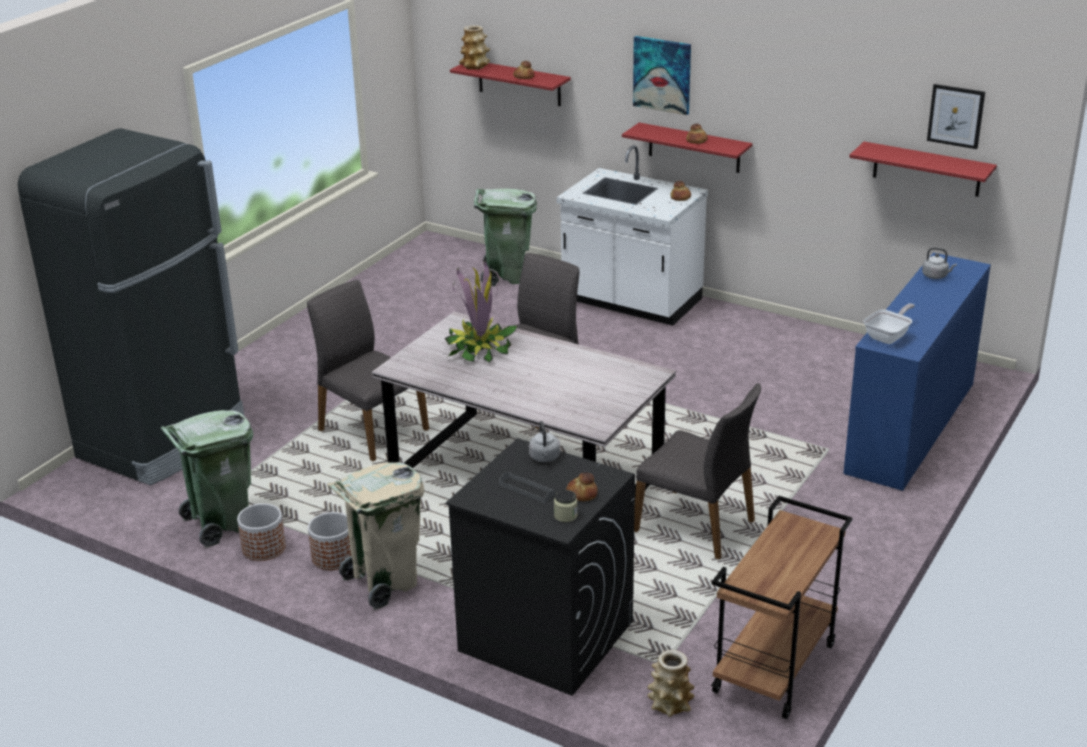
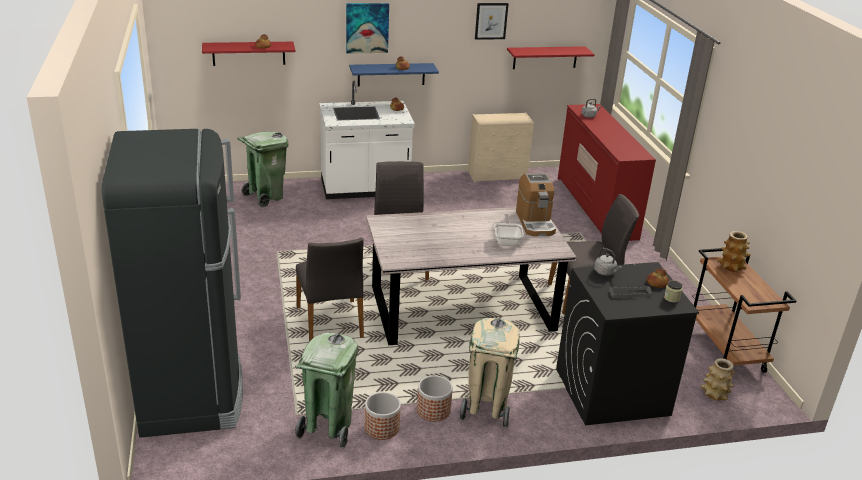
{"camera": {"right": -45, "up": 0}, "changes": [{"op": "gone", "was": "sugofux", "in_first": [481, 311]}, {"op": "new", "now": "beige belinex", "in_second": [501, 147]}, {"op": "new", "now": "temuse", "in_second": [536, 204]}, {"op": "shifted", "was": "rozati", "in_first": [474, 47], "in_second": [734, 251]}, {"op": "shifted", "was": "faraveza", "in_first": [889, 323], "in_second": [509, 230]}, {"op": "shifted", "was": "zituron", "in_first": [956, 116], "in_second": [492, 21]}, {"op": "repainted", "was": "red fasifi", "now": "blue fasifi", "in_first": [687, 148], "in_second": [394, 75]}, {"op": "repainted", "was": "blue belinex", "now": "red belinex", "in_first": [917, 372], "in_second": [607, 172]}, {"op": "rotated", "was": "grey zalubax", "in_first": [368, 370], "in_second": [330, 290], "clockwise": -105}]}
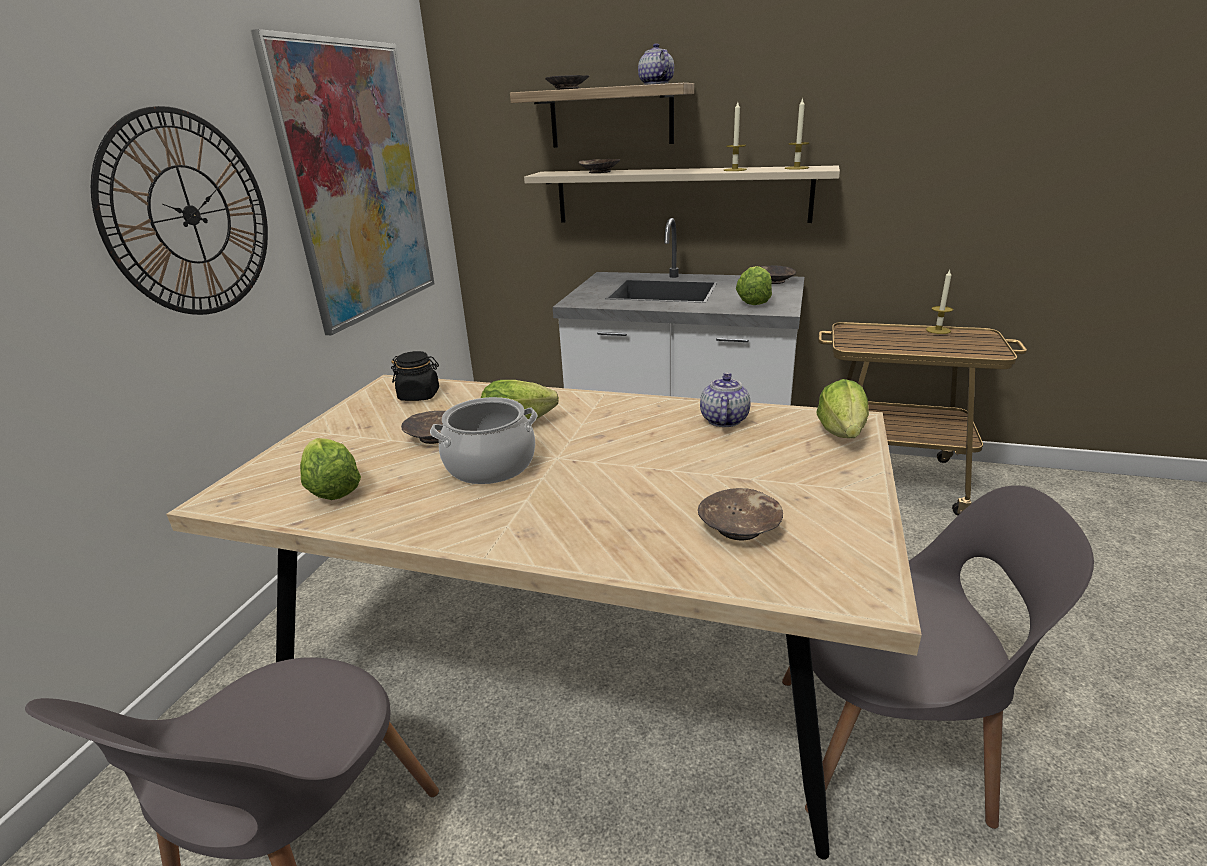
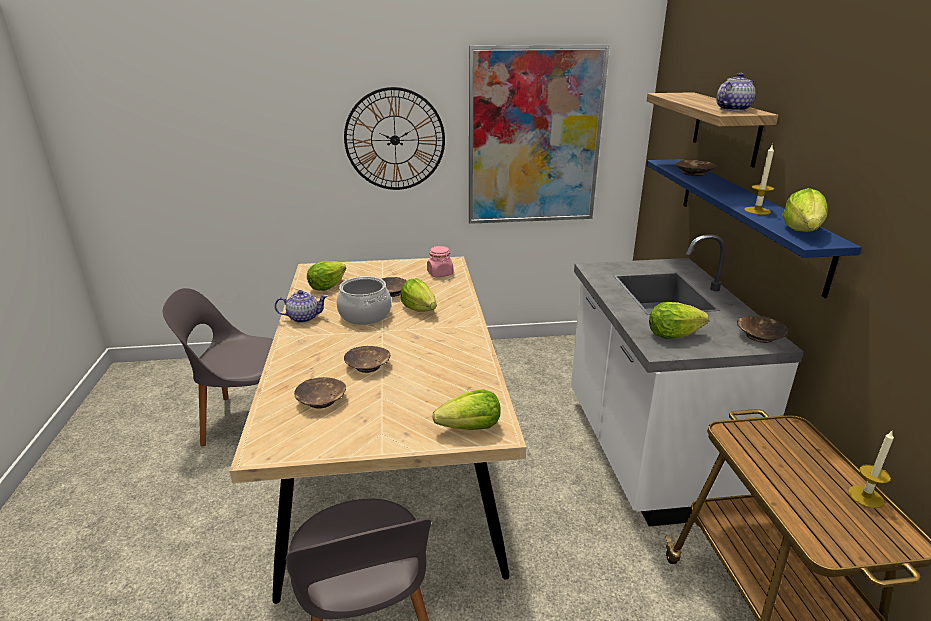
{"camera": {"right": 65, "up": 0}, "changes": [{"op": "shifted", "was": "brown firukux", "in_first": [567, 82], "in_second": [367, 359]}, {"op": "shifted", "was": "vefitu", "in_first": [725, 400], "in_second": [301, 306]}, {"op": "swapped", "was": "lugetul", "now": "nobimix", "in_first": [797, 133], "in_second": [805, 210]}, {"op": "repainted", "was": "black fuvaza", "now": "pink fuvaza", "in_first": [415, 376], "in_second": [440, 261]}, {"op": "repainted", "was": "beige fasifi", "now": "blue fasifi", "in_first": [682, 194], "in_second": [754, 228]}]}
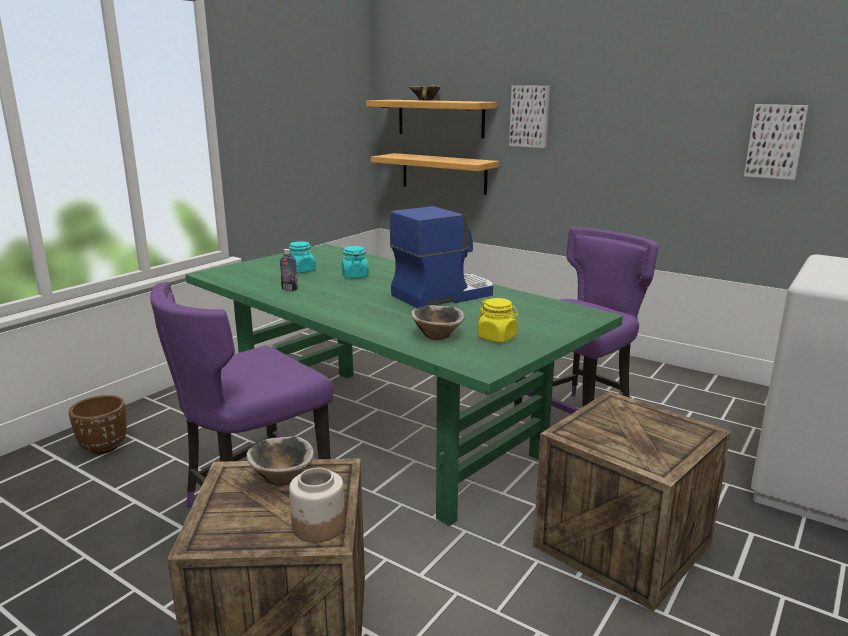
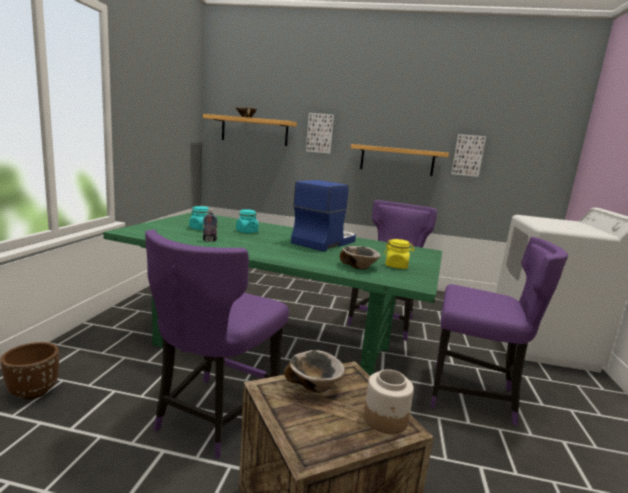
{"camera": {"right": -25, "up": -5}, "changes": [{"op": "shifted", "was": "fasifi", "in_first": [435, 174], "in_second": [400, 160]}, {"op": "swapped", "was": "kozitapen", "now": "purple zalubax", "in_first": [632, 501], "in_second": [499, 331]}]}
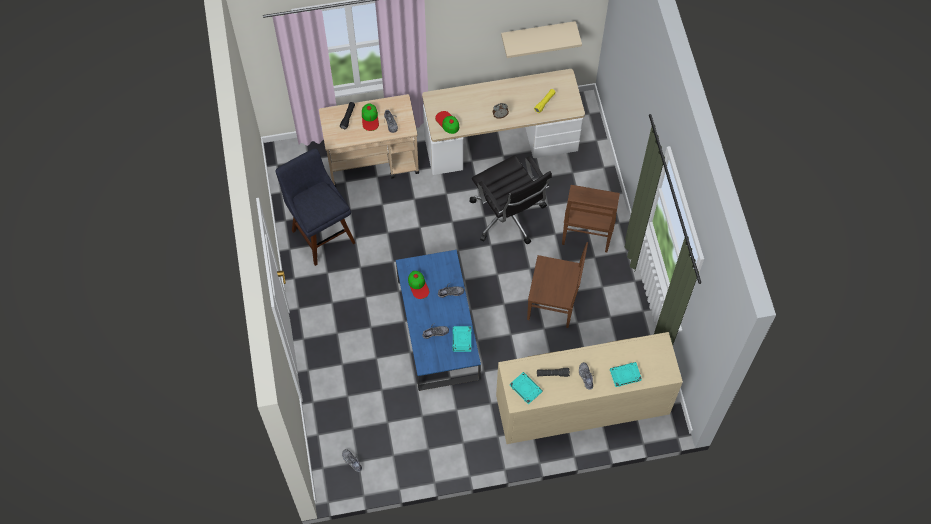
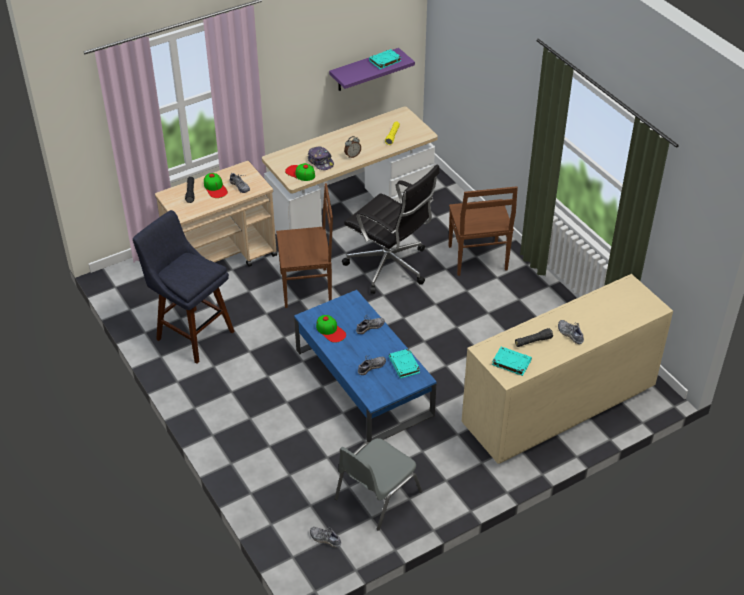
{"camera": {"right": -20, "up": -20}, "changes": [{"op": "new", "now": "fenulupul", "in_second": [320, 158]}, {"op": "new", "now": "grey zalubax", "in_second": [378, 484]}, {"op": "shifted", "was": "brown zalubax", "in_first": [557, 285], "in_second": [304, 245]}, {"op": "shifted", "was": "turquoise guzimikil", "in_first": [626, 374], "in_second": [385, 59]}, {"op": "repainted", "was": "beige fasifi", "now": "purple fasifi", "in_first": [541, 39], "in_second": [372, 69]}]}
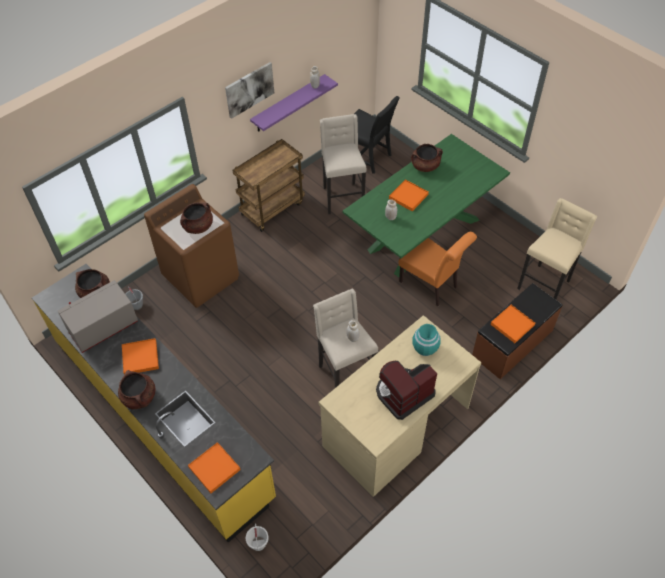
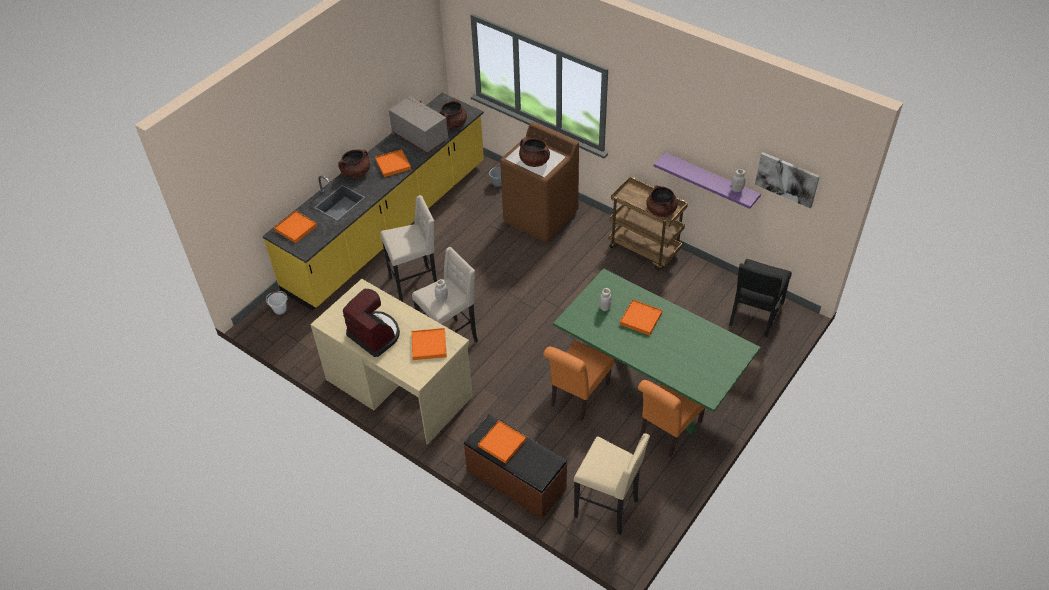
{"camera": {"right": 80, "up": -5}, "changes": [{"op": "new", "now": "orange zalubax", "in_second": [671, 419]}, {"op": "shifted", "was": "zituron", "in_first": [249, 90], "in_second": [787, 180]}, {"op": "shifted", "was": "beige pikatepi", "in_first": [343, 164], "in_second": [408, 248]}, {"op": "shifted", "was": "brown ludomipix", "in_first": [427, 158], "in_second": [662, 201]}, {"op": "swapped", "was": "turquoise rozati", "now": "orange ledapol", "in_first": [426, 340], "in_second": [429, 344]}]}
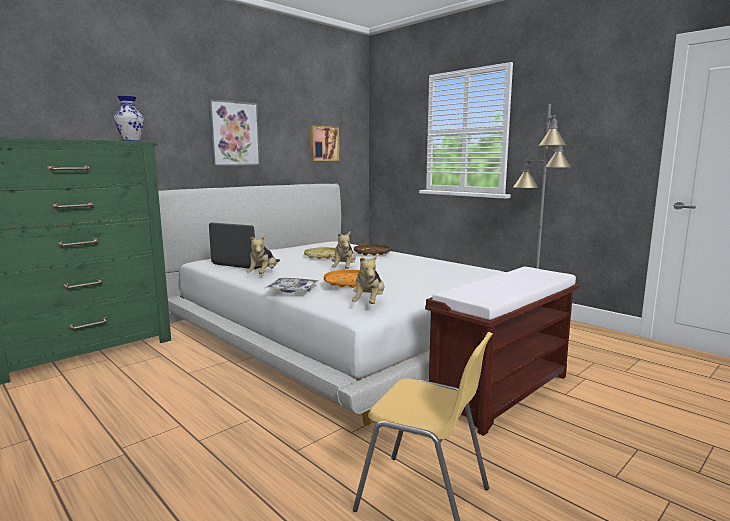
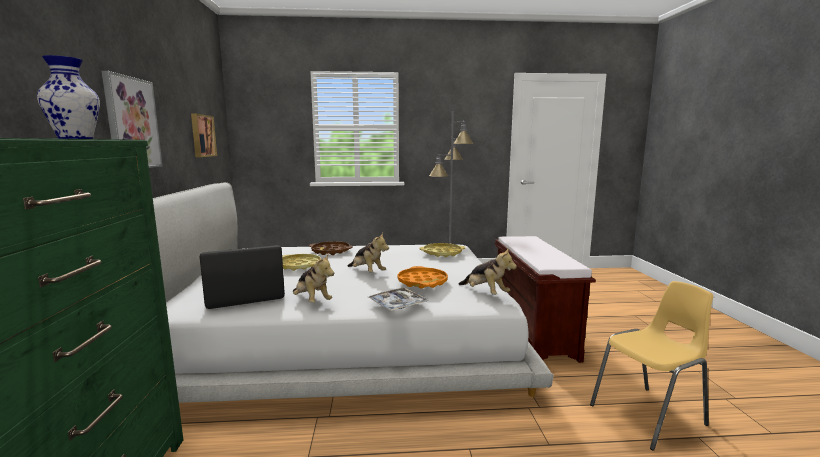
{"camera": {"right": -50, "up": 0}, "changes": [{"op": "new", "now": "yellow ledapol", "in_second": [442, 250]}]}
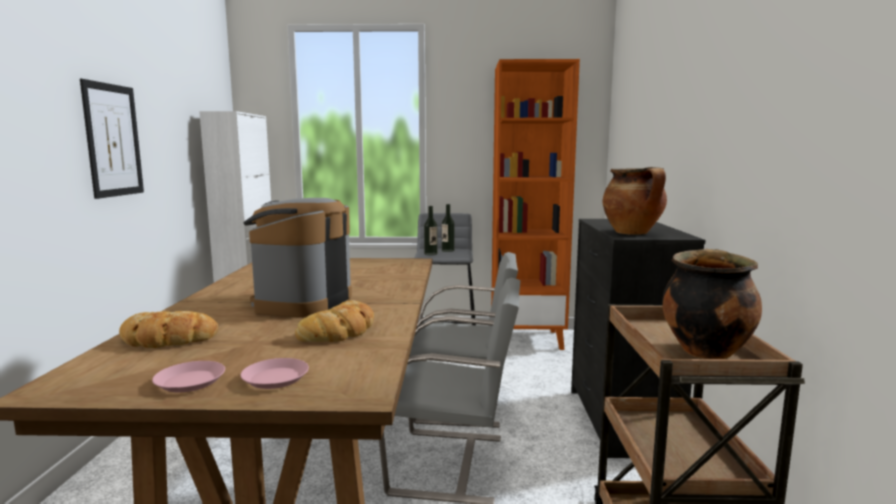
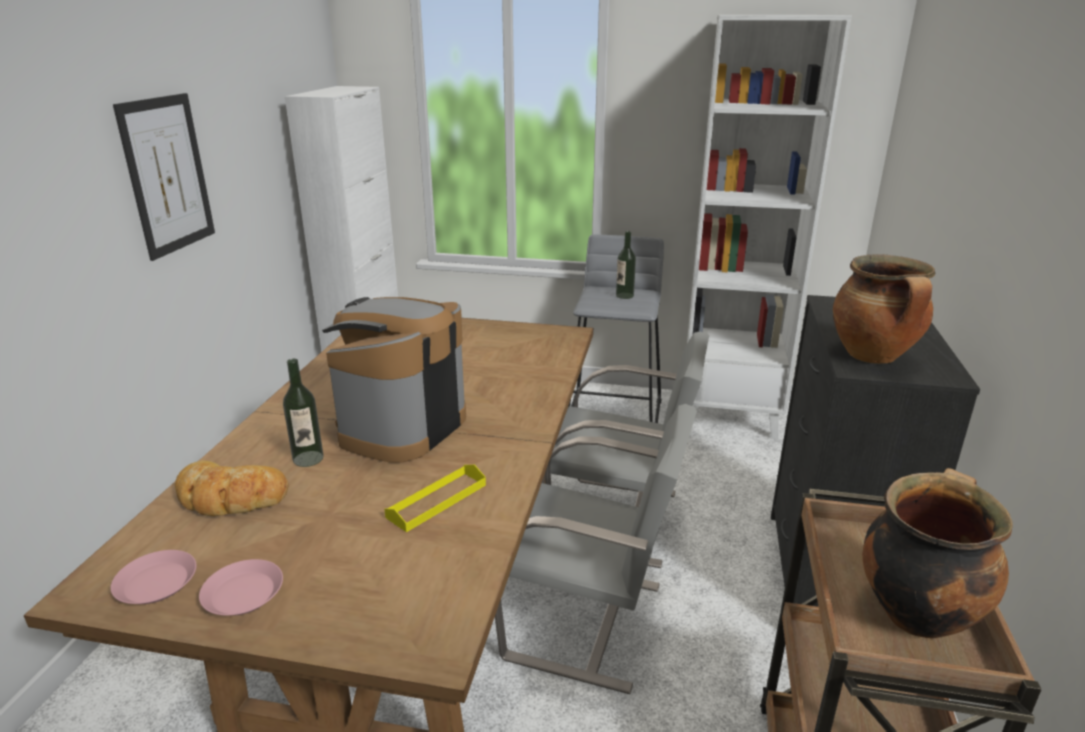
{"camera": {"right": 10, "up": 15}, "changes": [{"op": "shifted", "was": "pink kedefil", "in_first": [274, 373], "in_second": [153, 577]}, {"op": "shifted", "was": "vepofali", "in_first": [430, 230], "in_second": [303, 413]}, {"op": "swapped", "was": "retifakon", "now": "yellow ledapol", "in_first": [334, 321], "in_second": [435, 498]}, {"op": "repainted", "was": "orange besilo", "now": "white besilo", "in_first": [535, 204], "in_second": [769, 227]}]}
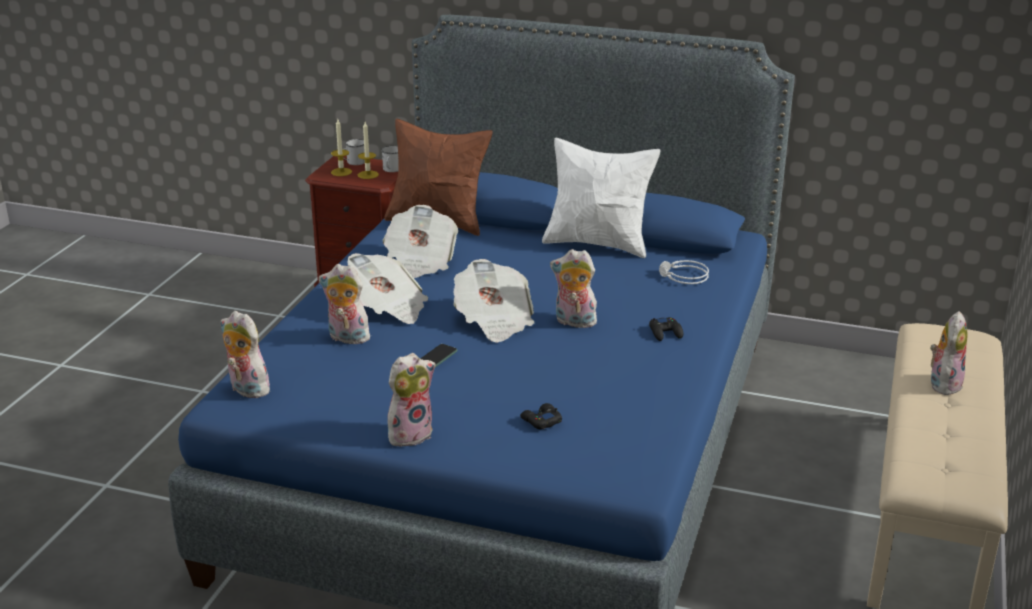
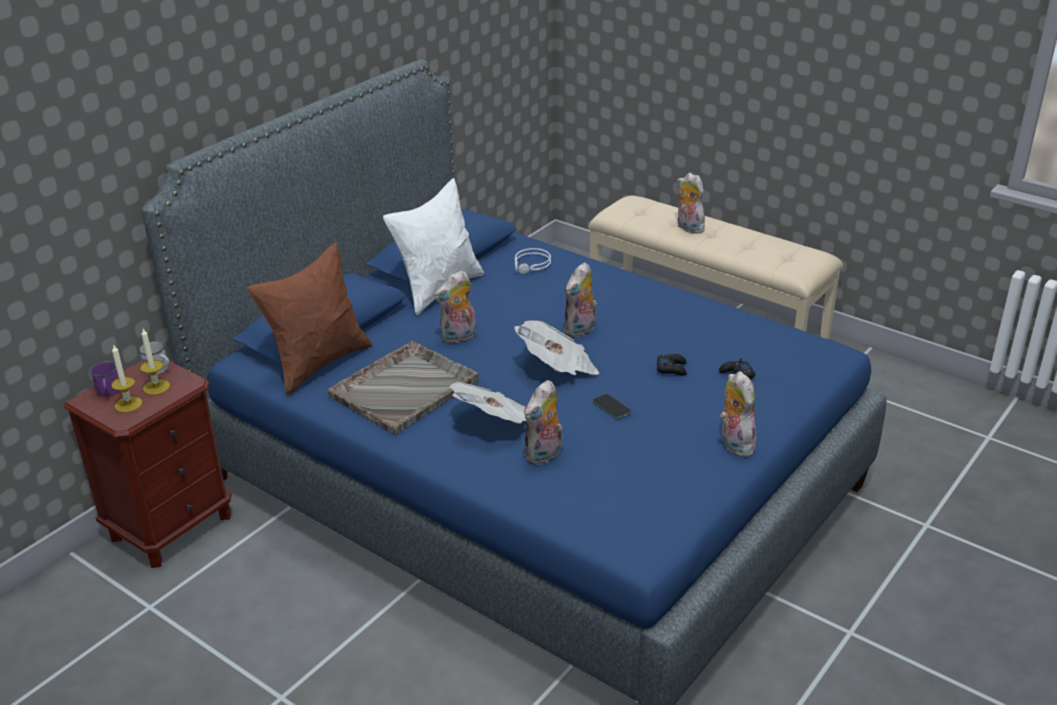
{"camera": {"right": -70, "up": 5}, "changes": [{"op": "shifted", "was": "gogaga", "in_first": [248, 354], "in_second": [455, 307]}, {"op": "shifted", "was": "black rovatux", "in_first": [666, 329], "in_second": [672, 365]}, {"op": "swapped", "was": "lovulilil", "now": "grey ledapol", "in_first": [420, 241], "in_second": [403, 388]}, {"op": "repainted", "was": "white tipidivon", "now": "purple tipidivon", "in_first": [354, 152], "in_second": [105, 379]}]}
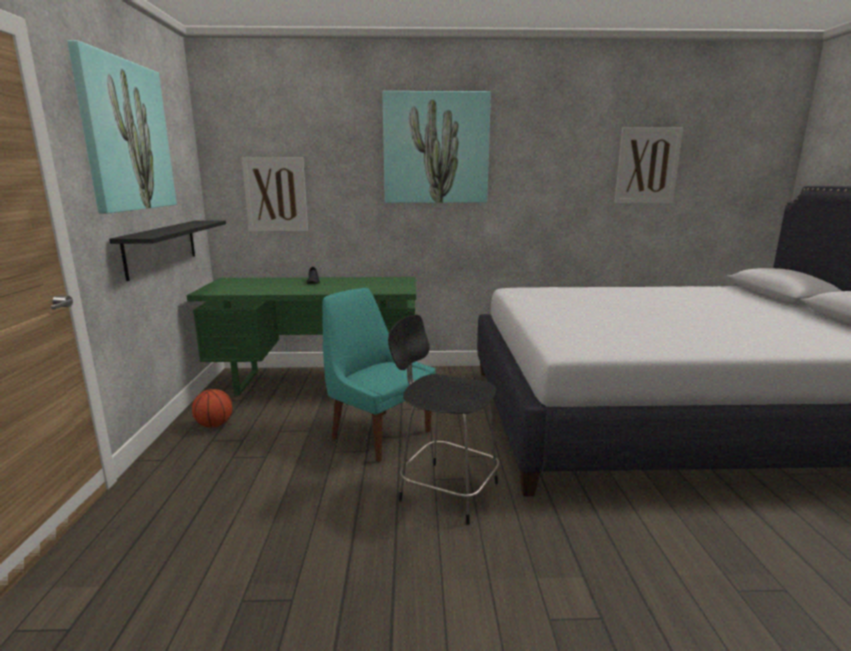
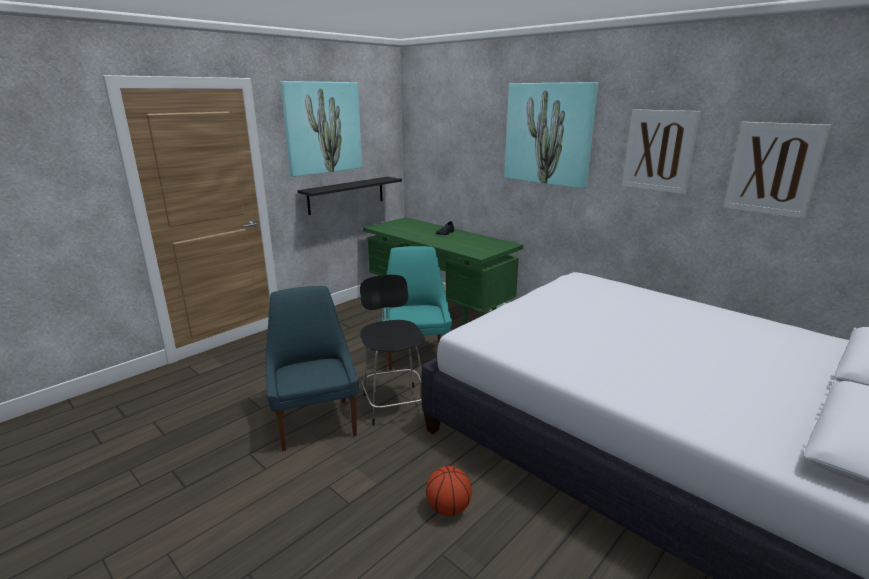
{"camera": {"right": 45, "up": 5}, "changes": [{"op": "new", "now": "blue zalubax", "in_second": [312, 368]}, {"op": "shifted", "was": "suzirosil", "in_first": [212, 408], "in_second": [449, 491]}, {"op": "shifted", "was": "zituron", "in_first": [275, 194], "in_second": [661, 151]}]}
